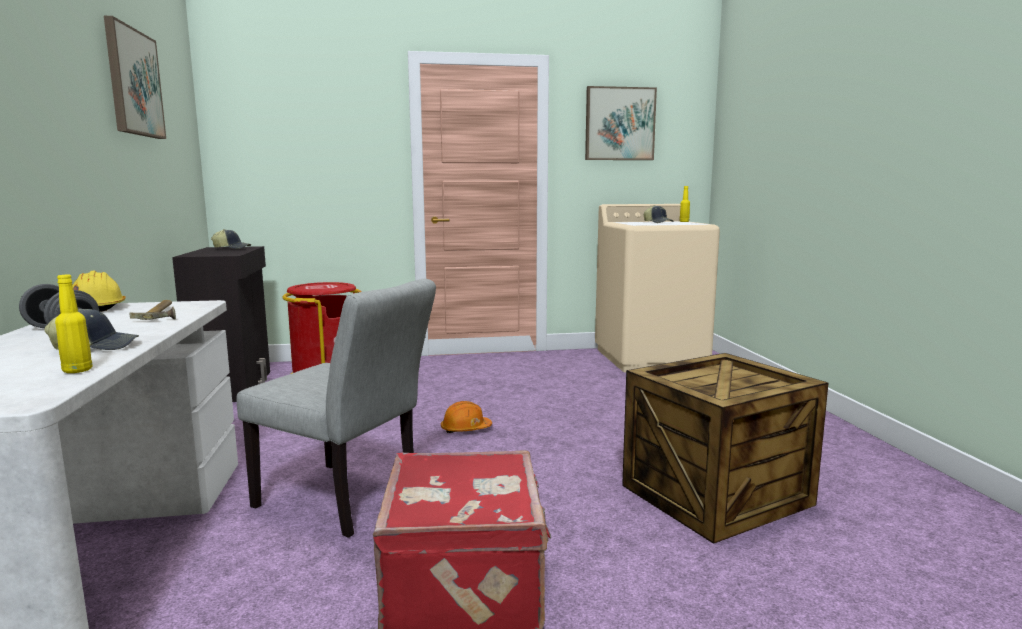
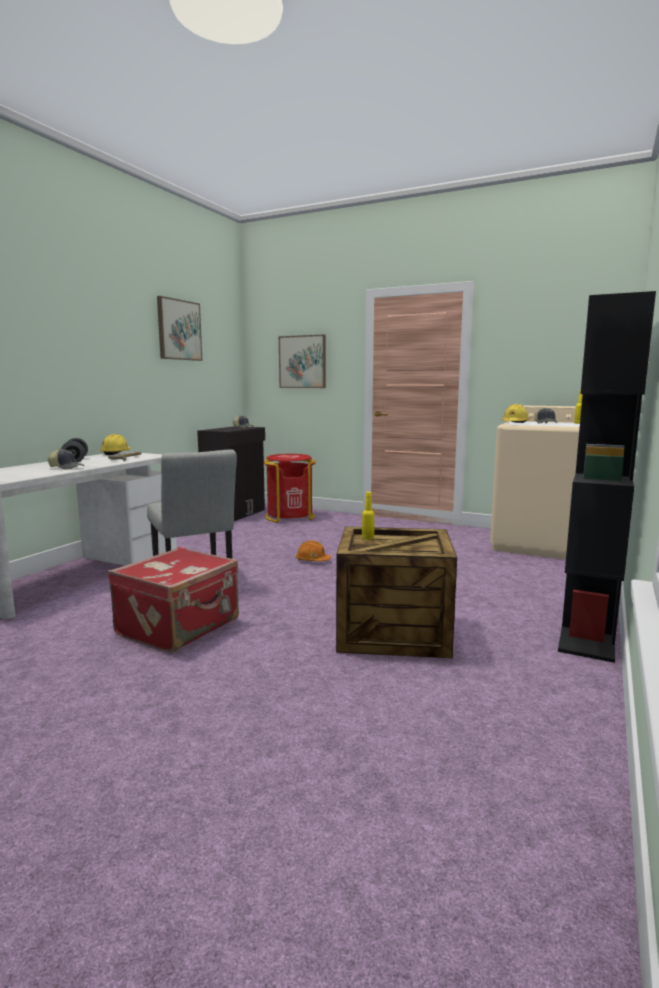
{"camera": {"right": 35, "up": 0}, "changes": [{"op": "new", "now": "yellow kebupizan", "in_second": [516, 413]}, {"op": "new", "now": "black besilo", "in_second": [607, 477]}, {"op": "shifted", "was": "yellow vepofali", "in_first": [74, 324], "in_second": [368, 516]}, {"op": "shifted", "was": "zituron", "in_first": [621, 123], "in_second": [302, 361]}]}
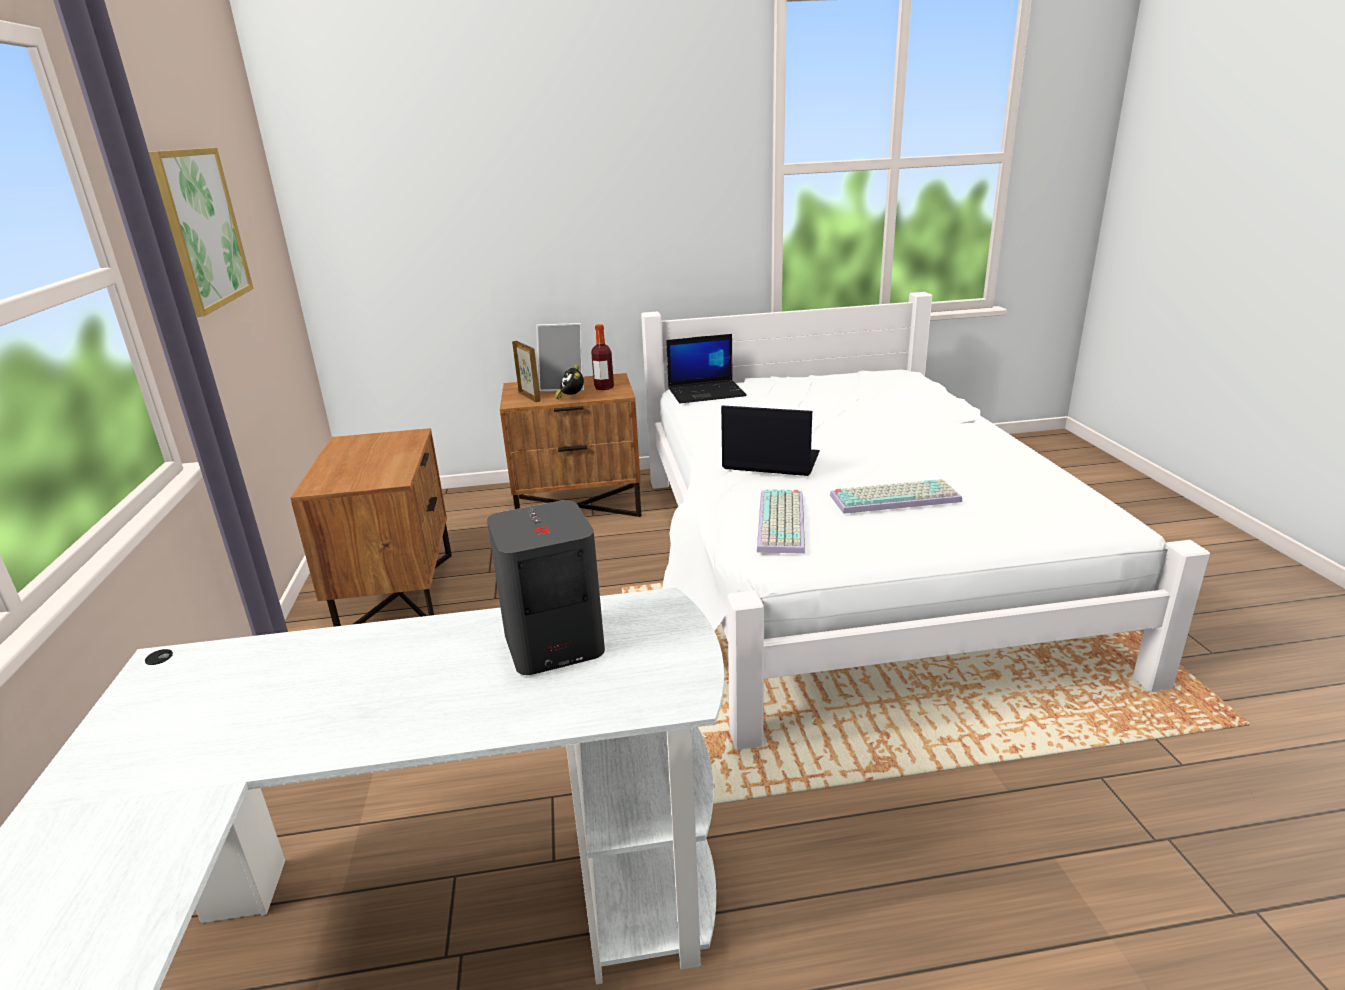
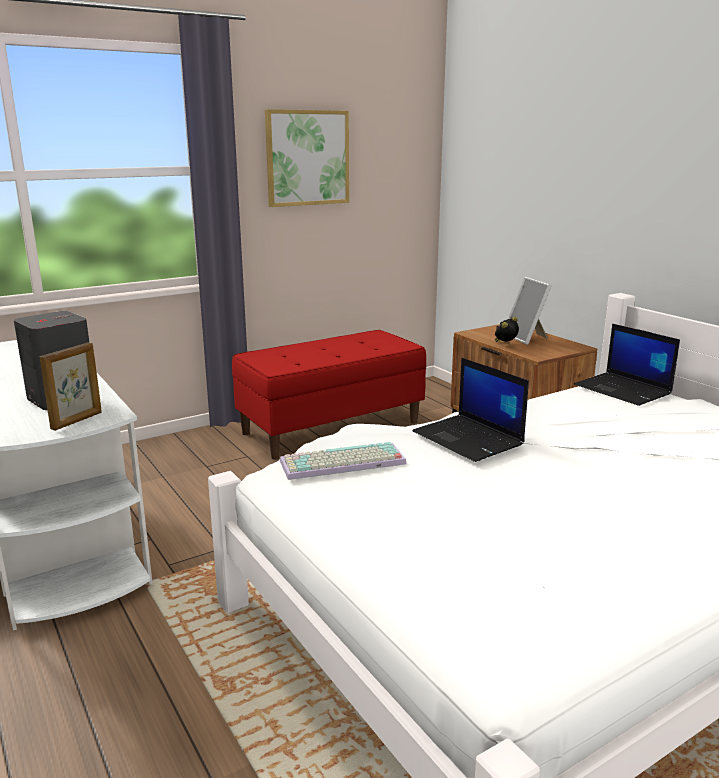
{"camera": {"right": 65, "up": -5}, "changes": [{"op": "gone", "was": "vepofali", "in_first": [602, 357]}, {"op": "gone", "was": "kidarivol", "in_first": [896, 496]}, {"op": "shifted", "was": "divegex", "in_first": [526, 371], "in_second": [71, 387]}, {"op": "swapped", "was": "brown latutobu", "now": "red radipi", "in_first": [371, 527], "in_second": [329, 394]}, {"op": "rotated", "was": "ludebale", "in_first": [770, 440], "in_second": [471, 410], "clockwise": 150}]}
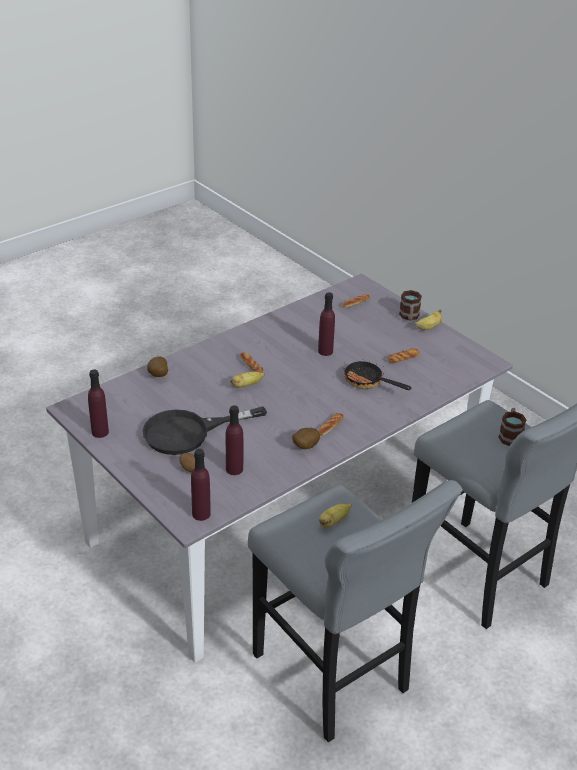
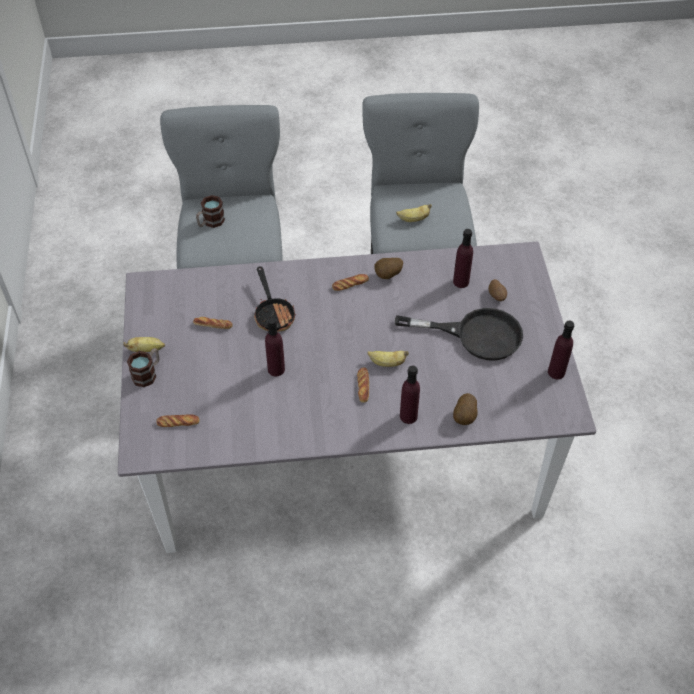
{"camera": {"right": -145, "up": 15}, "changes": [{"op": "shifted", "was": "purple vepofali", "in_first": [201, 485], "in_second": [410, 394]}]}
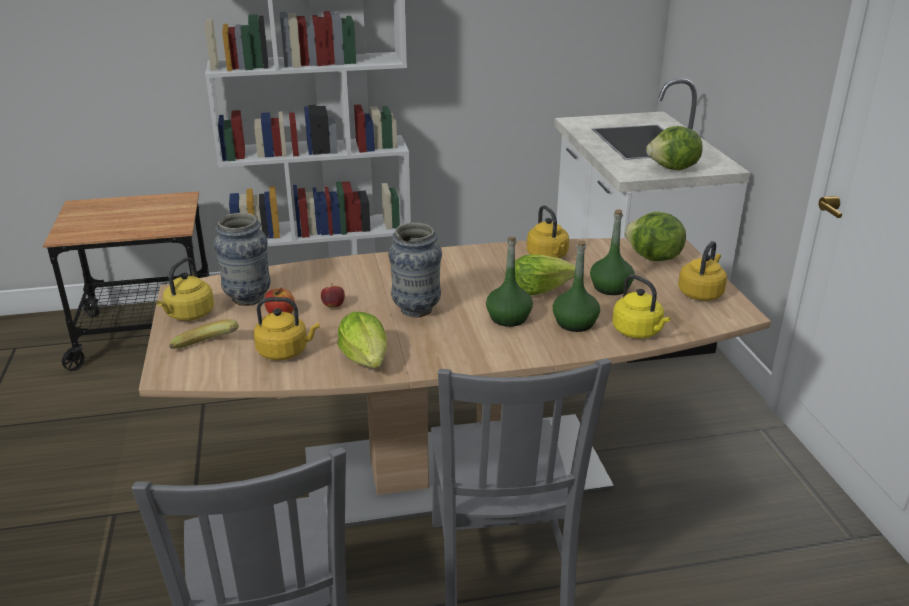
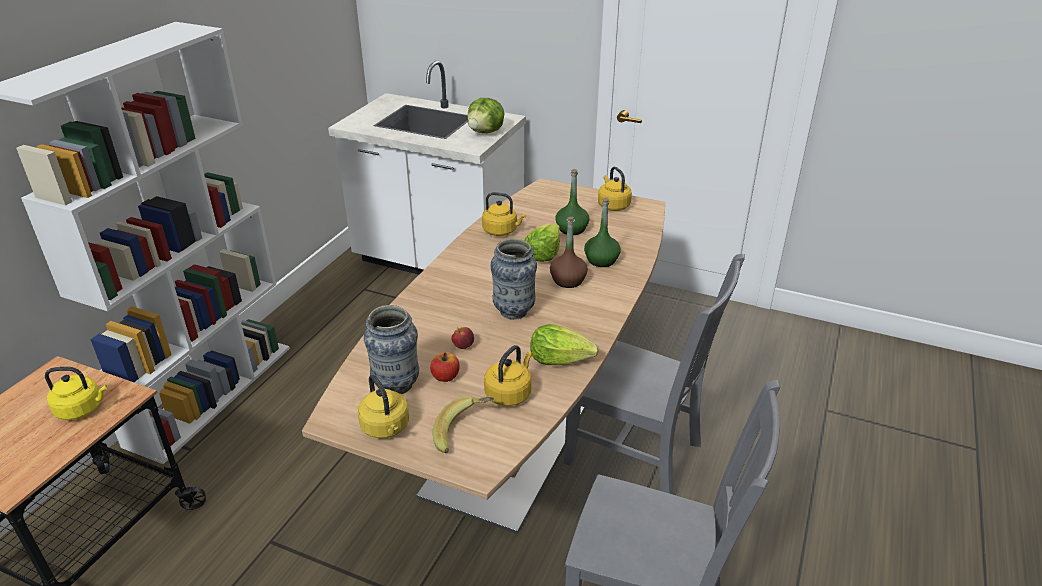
{"camera": {"right": -55, "up": 5}, "changes": [{"op": "gone", "was": "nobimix", "in_first": [655, 236]}, {"op": "shifted", "was": "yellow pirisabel", "in_first": [641, 307], "in_second": [76, 393]}, {"op": "repainted", "was": "green vepofali", "now": "brown vepofali", "in_first": [509, 282], "in_second": [569, 252]}]}
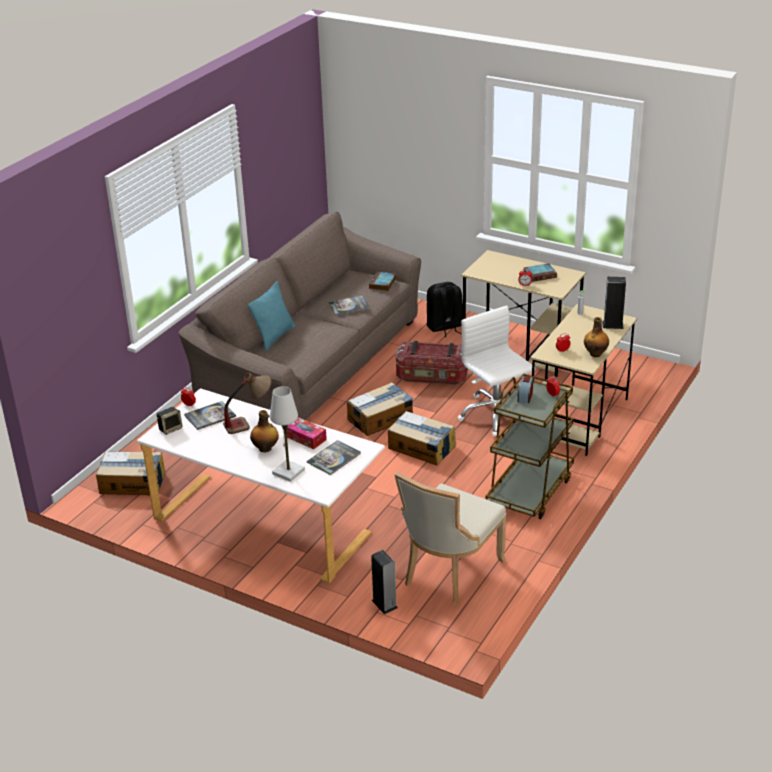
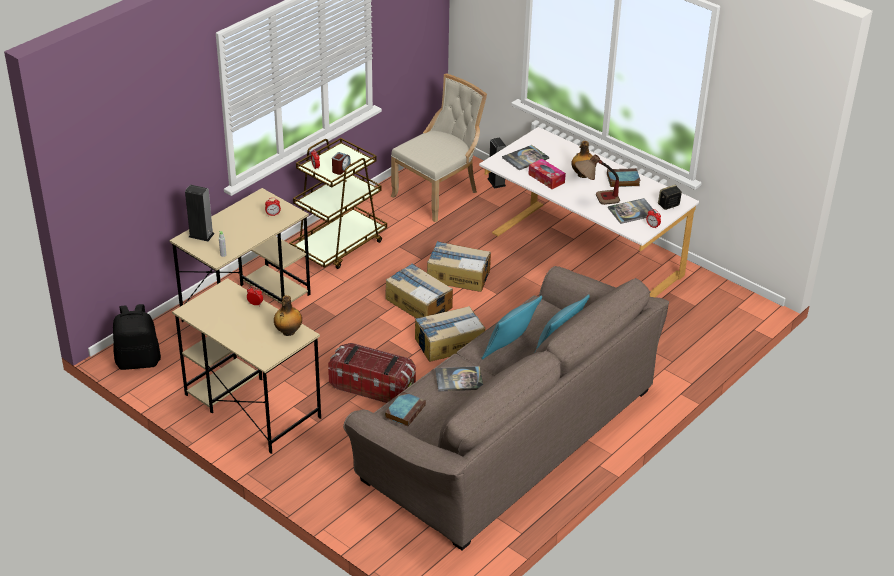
{"camera": {"right": -170, "up": 5}, "changes": [{"op": "gone", "was": "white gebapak", "in_first": [287, 434]}, {"op": "gone", "was": "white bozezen", "in_first": [497, 371]}, {"op": "new", "now": "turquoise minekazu", "in_second": [511, 327]}, {"op": "shifted", "was": "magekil", "in_first": [130, 473], "in_second": [459, 266]}, {"op": "shifted", "was": "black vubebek", "in_first": [445, 309], "in_second": [137, 337]}, {"op": "shifted", "was": "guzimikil", "in_first": [540, 272], "in_second": [624, 177]}, {"op": "shifted", "was": "vepofali", "in_first": [596, 337], "in_second": [288, 315]}]}
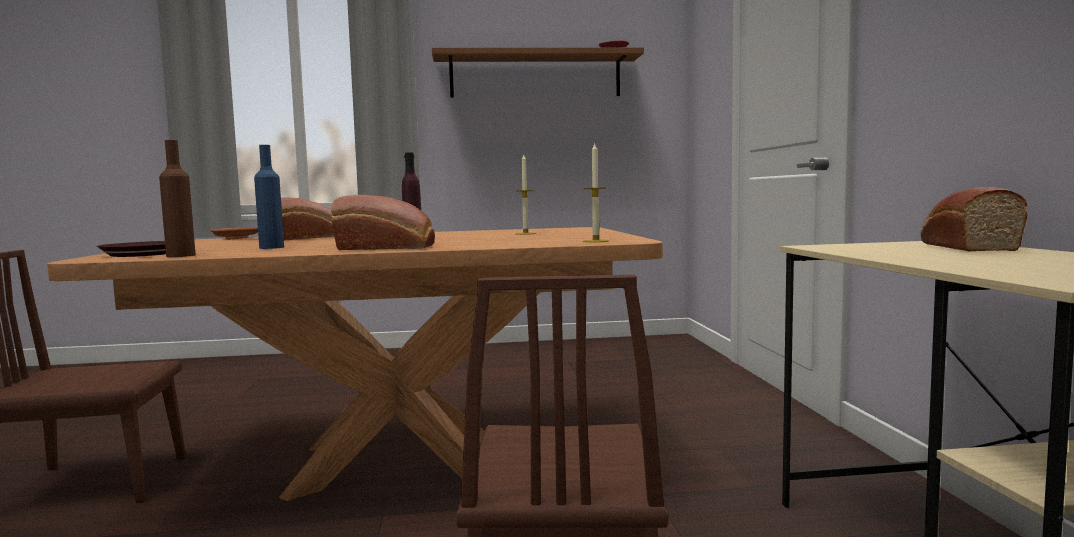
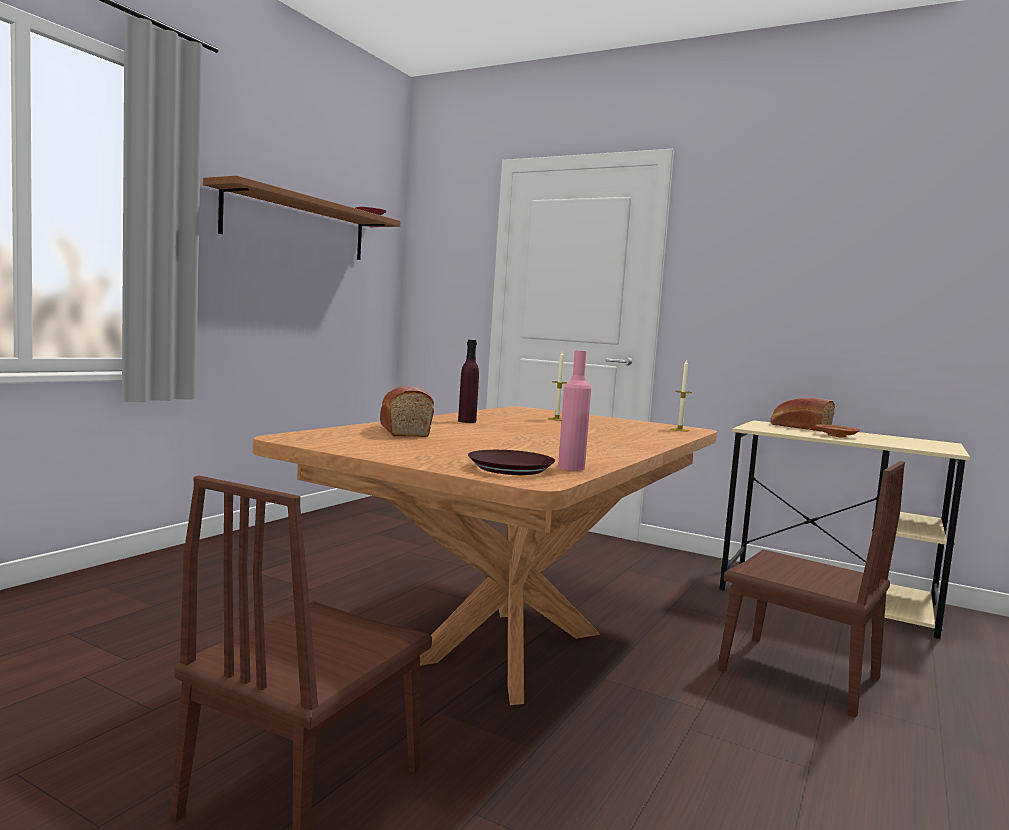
{"camera": {"right": -55, "up": 0}, "changes": [{"op": "gone", "was": "blue vepofali", "in_first": [269, 197]}, {"op": "gone", "was": "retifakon", "in_first": [383, 222]}, {"op": "shifted", "was": "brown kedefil", "in_first": [234, 233], "in_second": [838, 431]}, {"op": "repainted", "was": "brown vepofali", "now": "pink vepofali", "in_first": [177, 198], "in_second": [574, 410]}]}
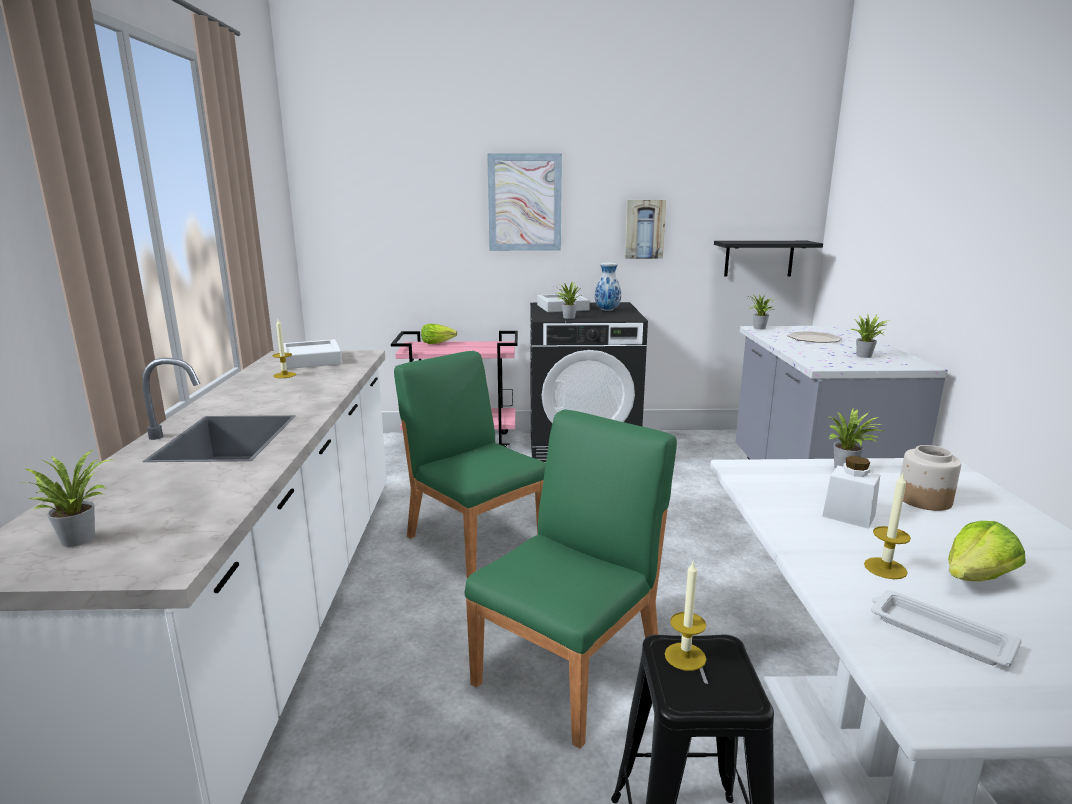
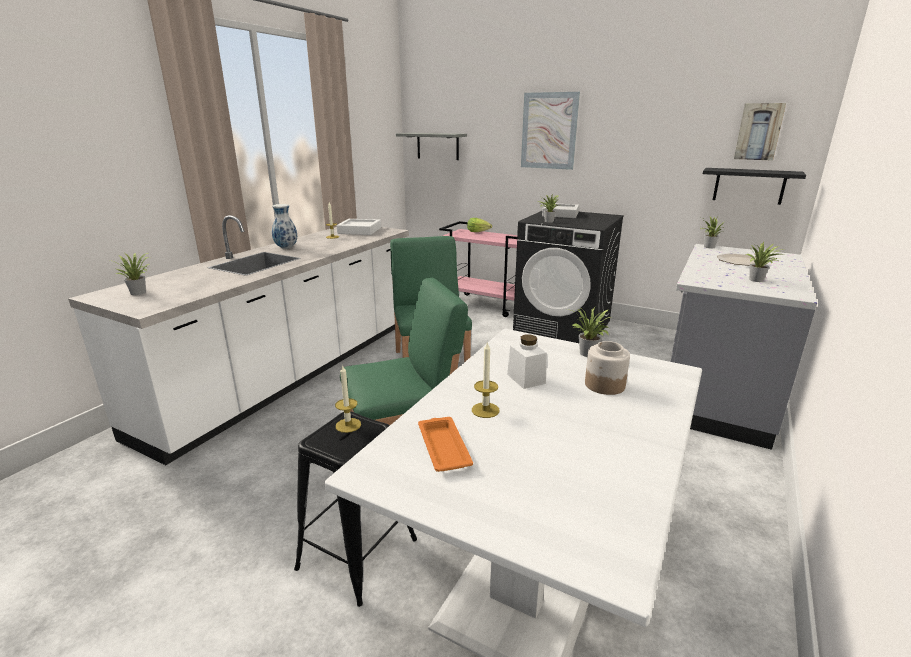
{"camera": {"right": 30, "up": 5}, "changes": [{"op": "gone", "was": "nobimix", "in_first": [987, 551]}, {"op": "new", "now": "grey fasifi", "in_second": [431, 146]}, {"op": "shifted", "was": "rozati", "in_first": [608, 286], "in_second": [284, 226]}, {"op": "shifted", "was": "zituron", "in_first": [645, 229], "in_second": [760, 132]}, {"op": "repainted", "was": "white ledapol", "now": "orange ledapol", "in_first": [946, 628], "in_second": [445, 444]}]}
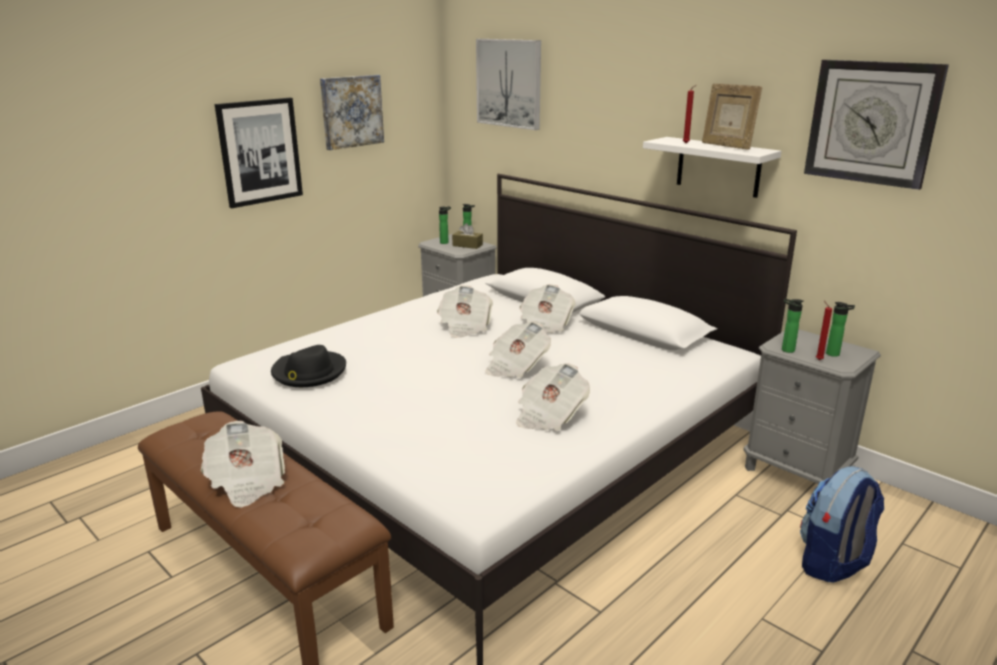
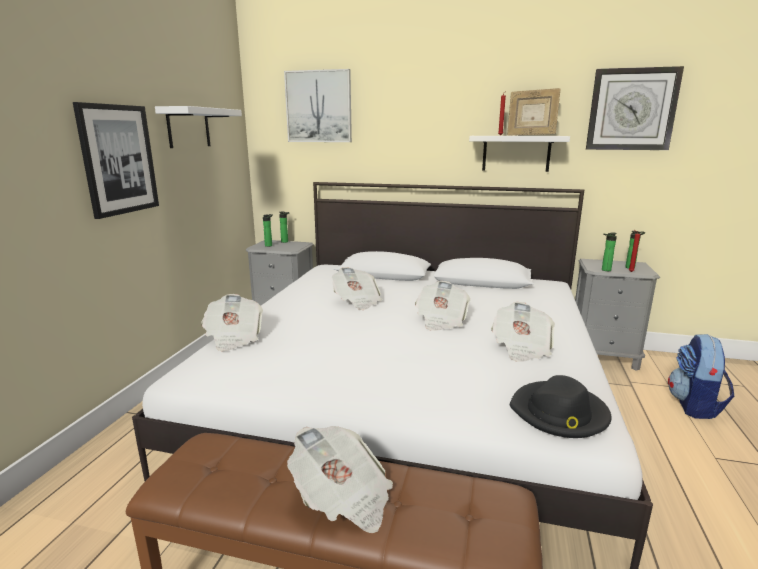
{"camera": {"right": -30, "up": -5}, "changes": [{"op": "gone", "was": "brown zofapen", "in_first": [467, 236]}, {"op": "shifted", "was": "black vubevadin", "in_first": [308, 366], "in_second": [560, 406]}, {"op": "shifted", "was": "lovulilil", "in_first": [547, 308], "in_second": [232, 322]}, {"op": "swapped", "was": "zituron", "now": "white fasifi", "in_first": [352, 112], "in_second": [198, 127]}]}
